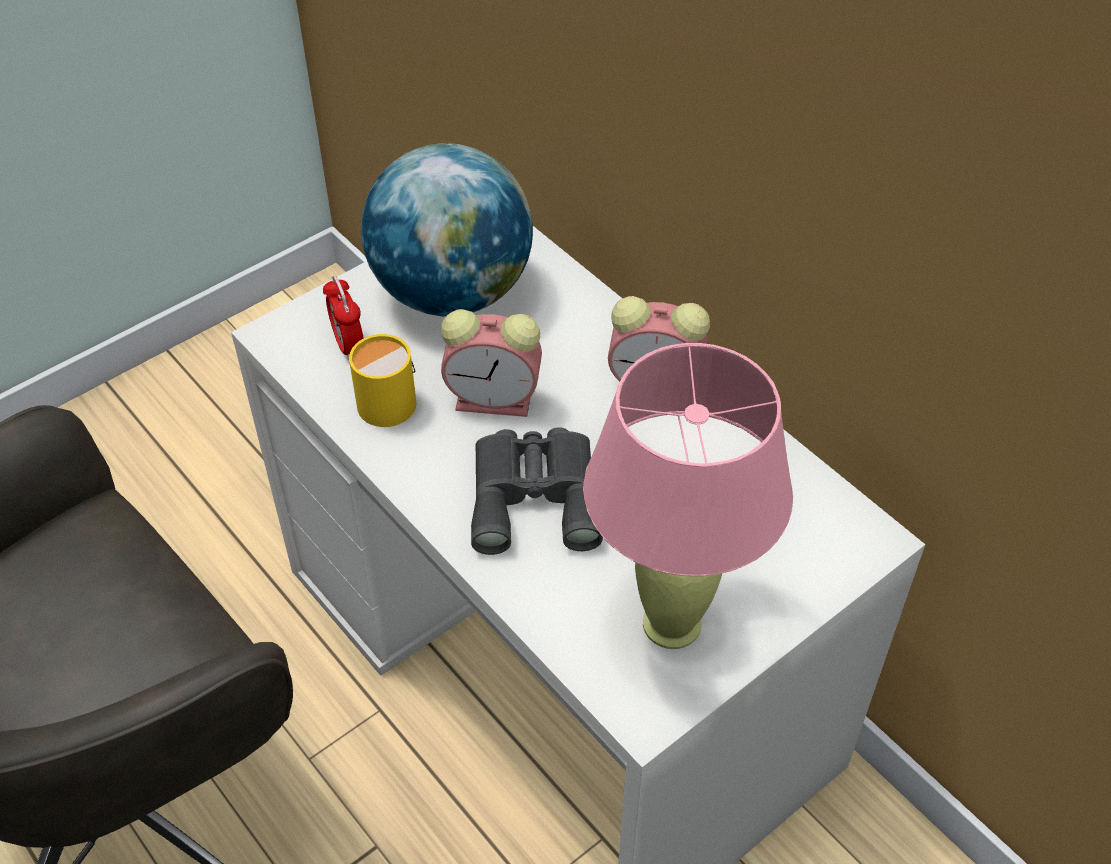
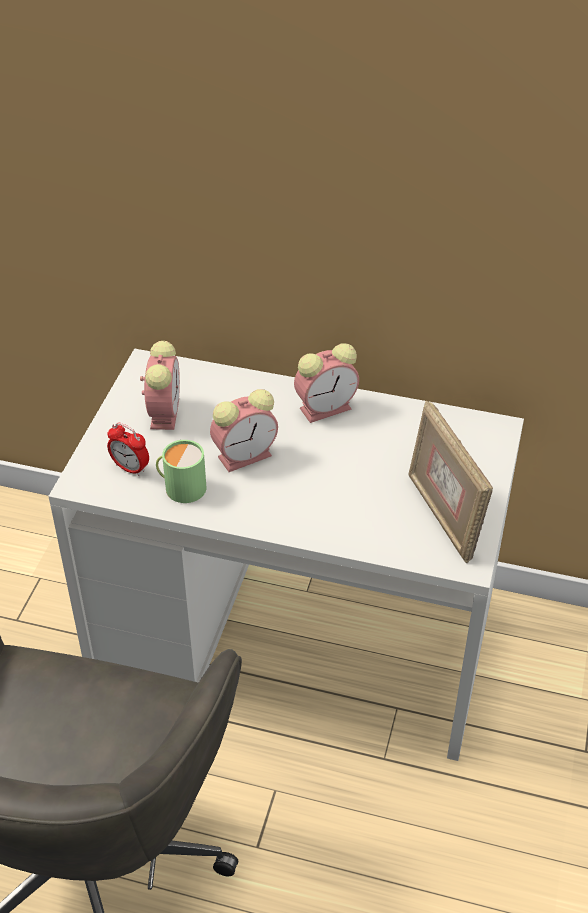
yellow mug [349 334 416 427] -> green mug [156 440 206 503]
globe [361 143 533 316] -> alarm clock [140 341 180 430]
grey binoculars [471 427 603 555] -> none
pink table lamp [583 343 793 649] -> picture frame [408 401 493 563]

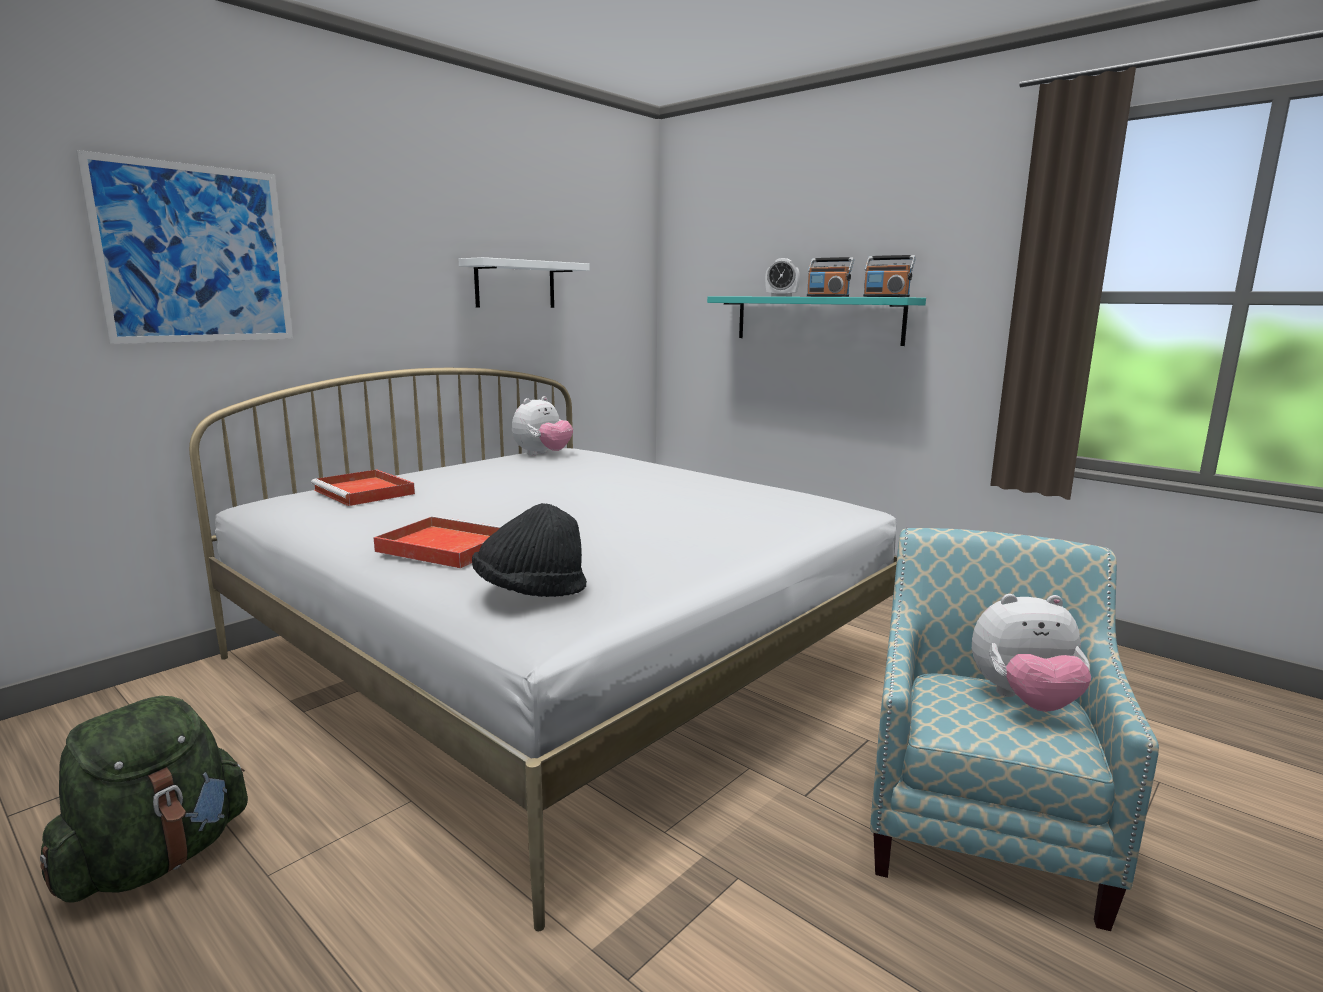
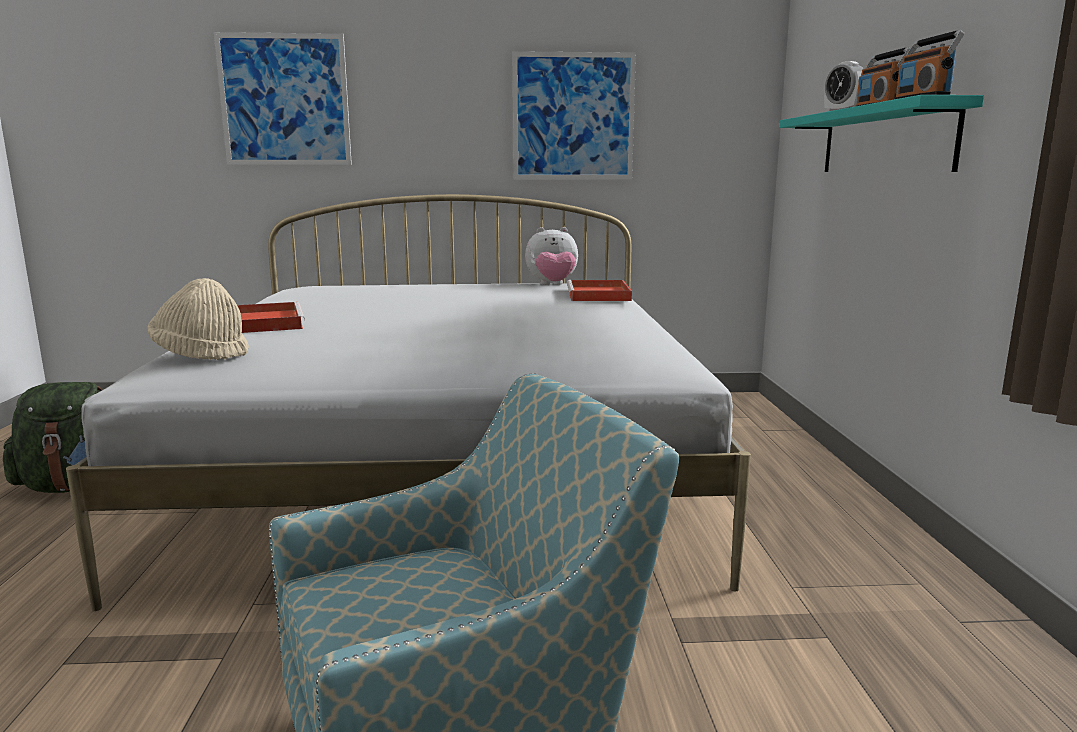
red tray [311 469 415 506] -> red tray [567 280 632 301], move
white shelf [458 257 589 308] -> picture [513 51 636 180]
black hat [472 503 587 597] -> beige hat [148 278 249 360]
plush toy [972 594 1091 712] -> none

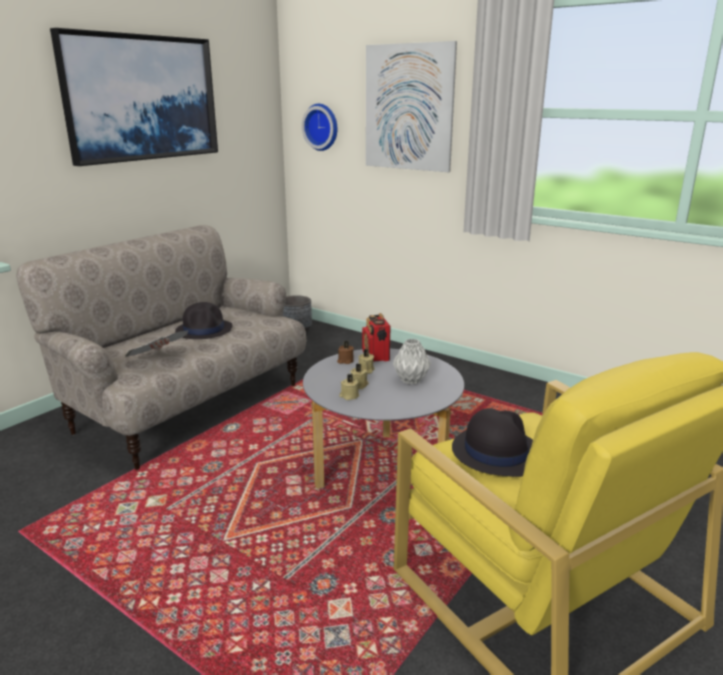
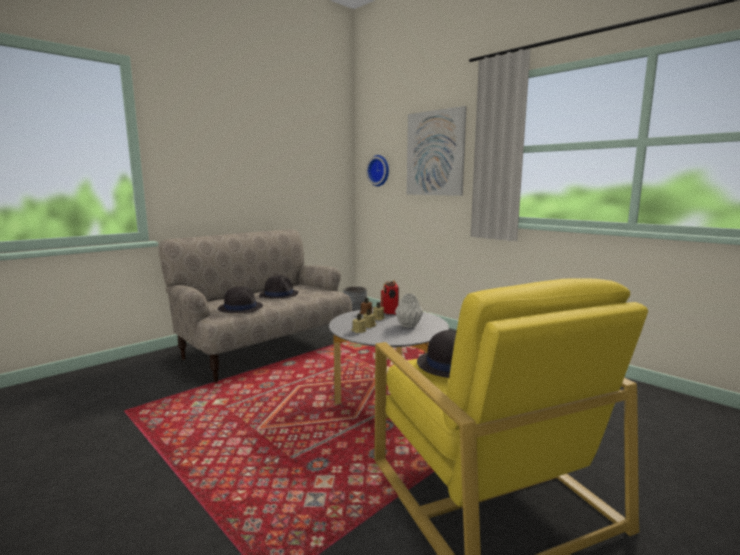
picture [50 28 218 166] -> none
newspaper [124 330 188 358] -> black hat [218 286 263 313]

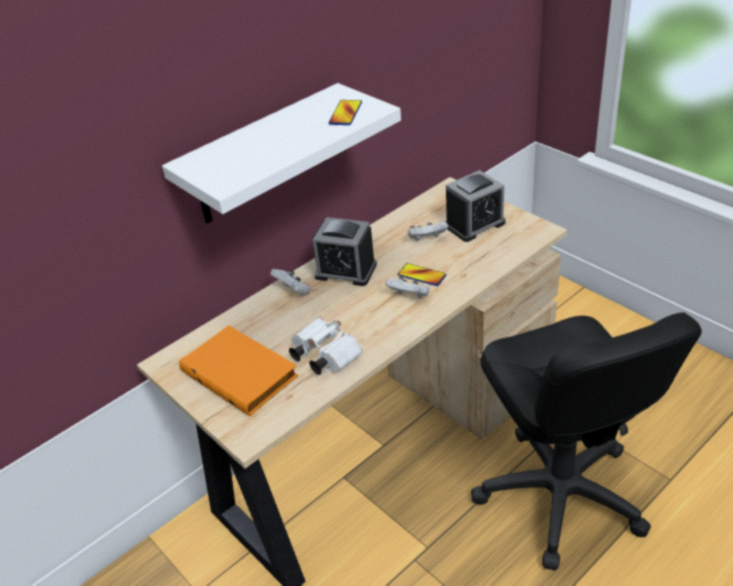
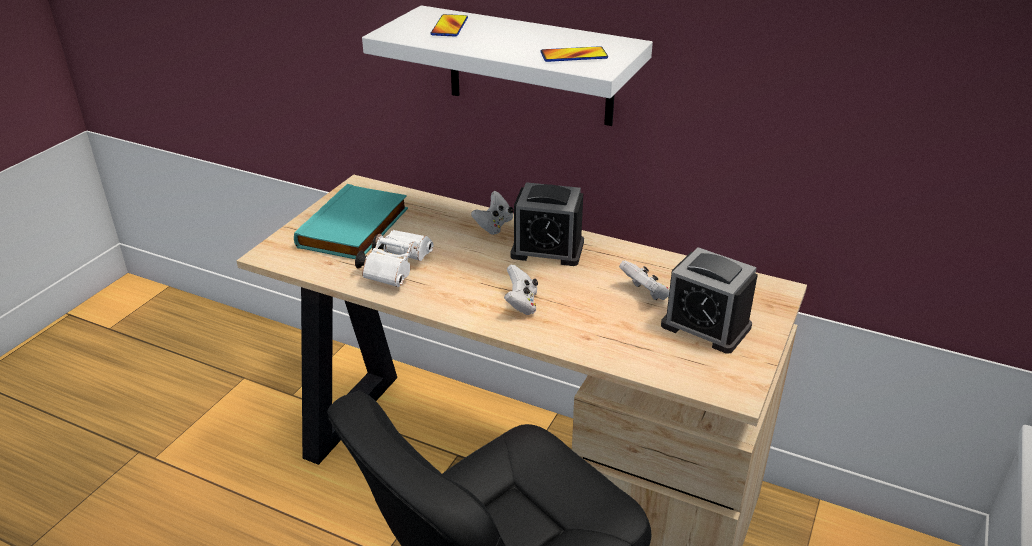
orange book [179 325 299 416] -> turquoise book [294 184 408 259]
alarm clock [312 217 377 286] -> alarm clock [510 182 584 266], 75 degrees counterclockwise
phone [398 263 446 286] -> phone [431 14 468 36], move

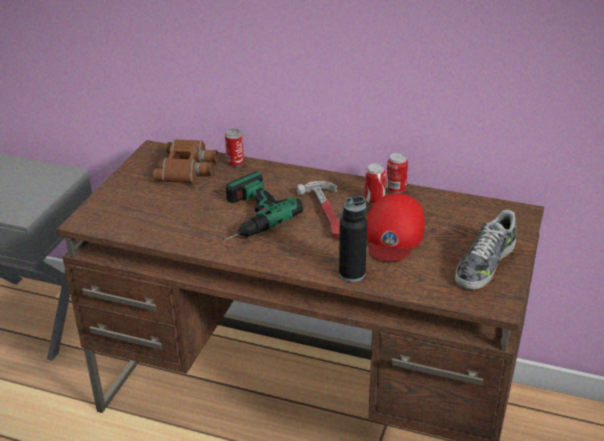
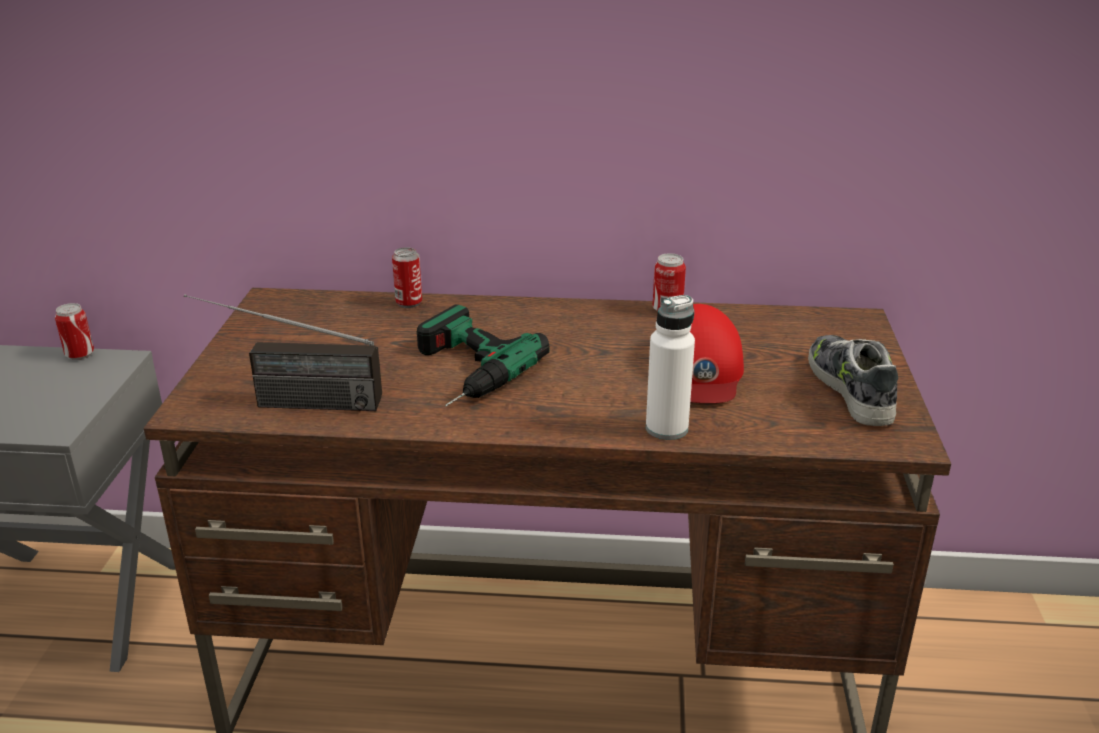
brown binoculars [153 139 218 183] -> none
hammer [297 181 340 239] -> none
black bottle [339 196 367 282] -> white bottle [646 295 695 440]
can [364 163 386 204] -> can [55 303 94 360], move
shoe [455 210 517 290] -> shoe [808 335 898 426], 150 degrees clockwise
none -> radio [184 294 382 411]

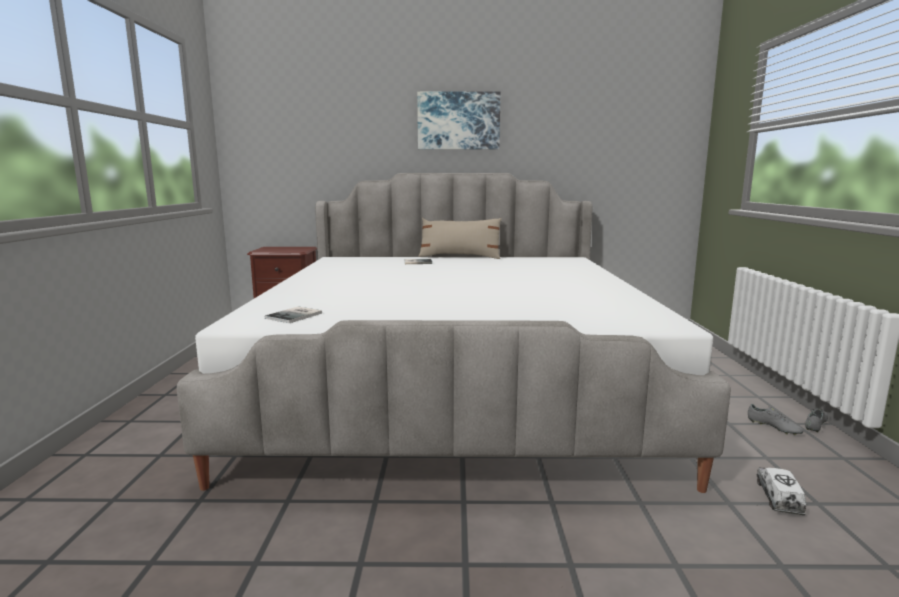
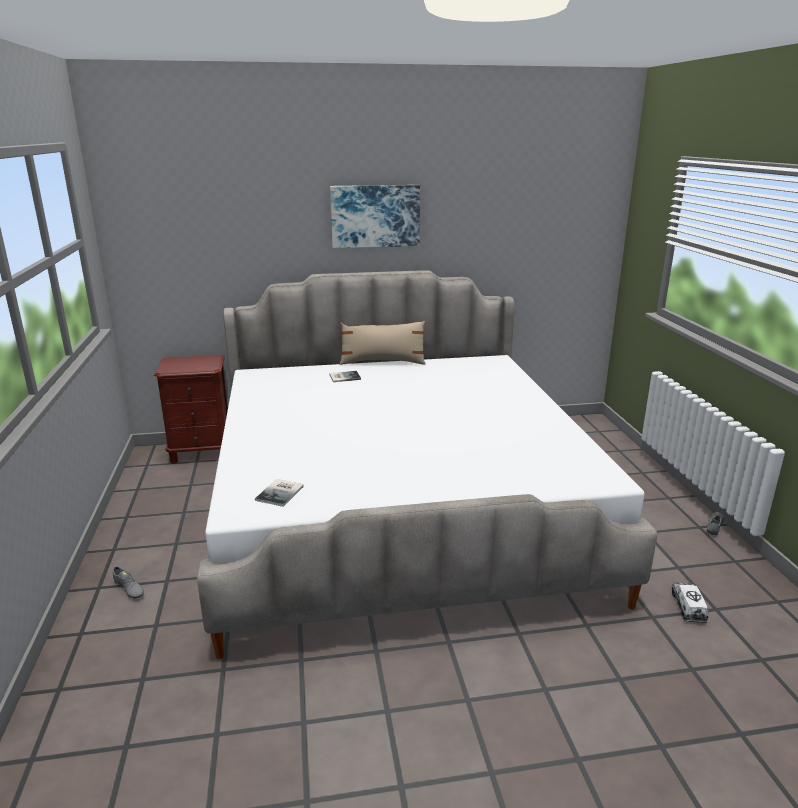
grey shoe [748 404 803 435] -> grey shoe [113 566 144 599], move

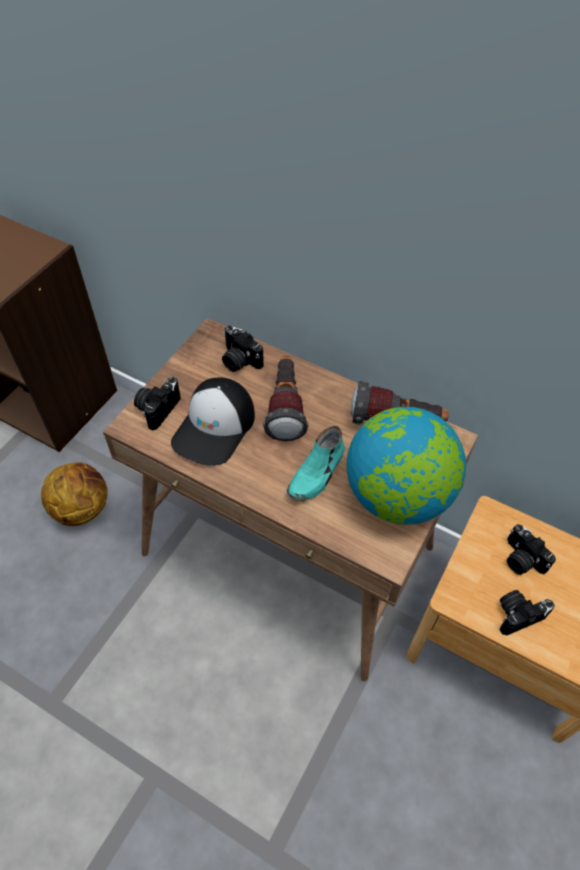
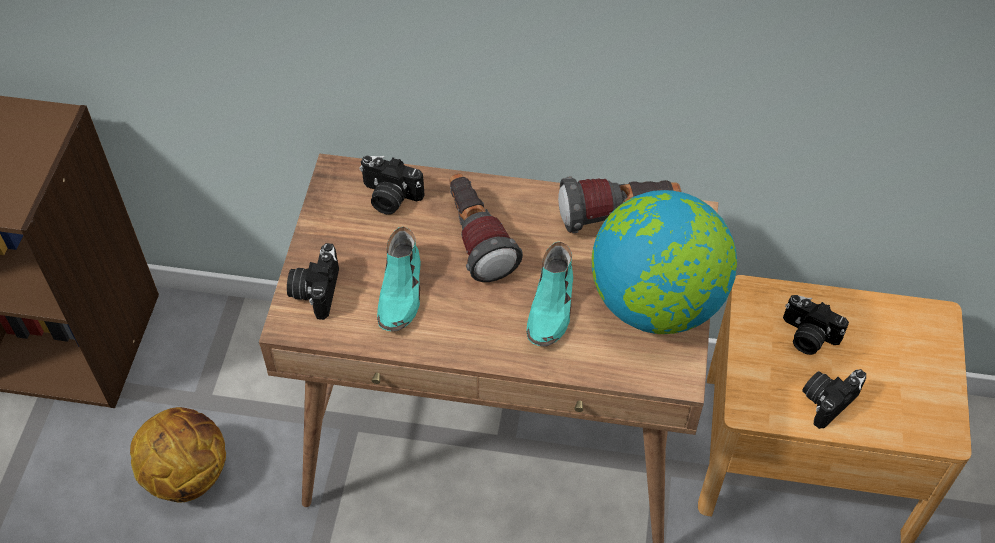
cap [171 378 255 466] -> turquoise shoe [377 227 421 332]

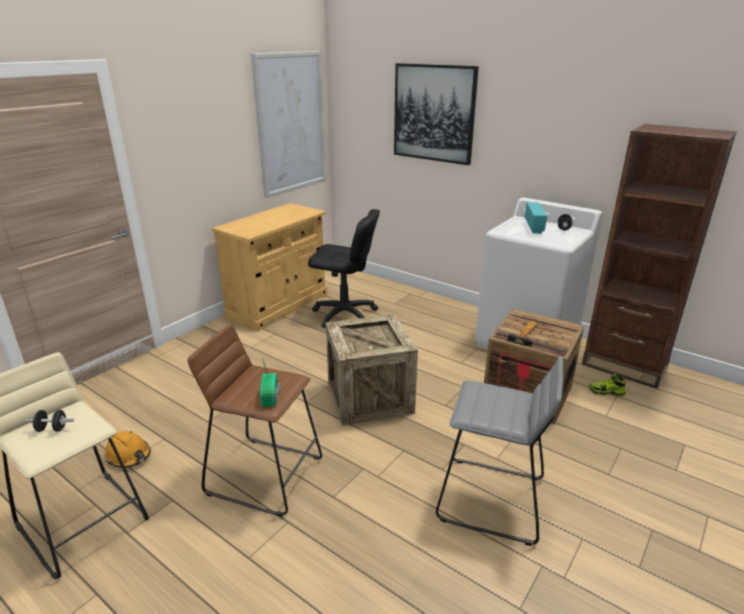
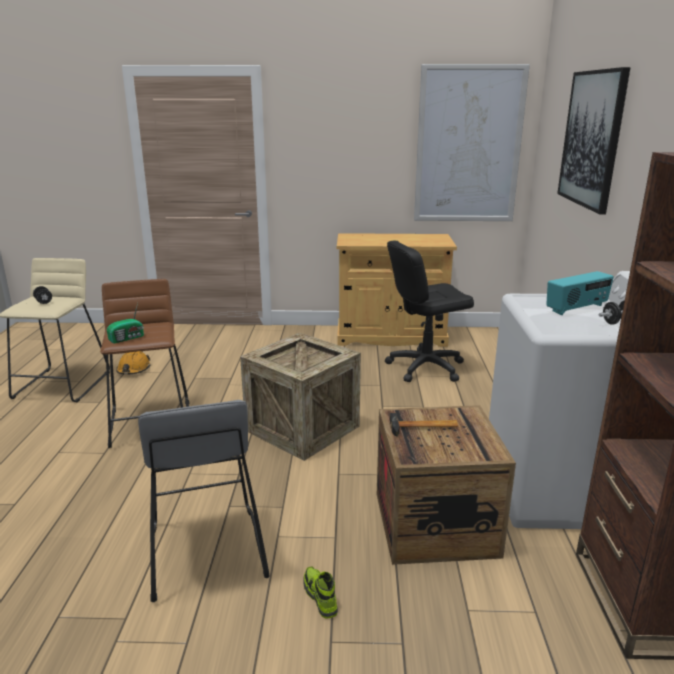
black office chair [308 209 380 328] -> black office chair [385 241 474 382], 90 degrees clockwise
shoe [589 373 626 397] -> shoe [303 566 338 618], move

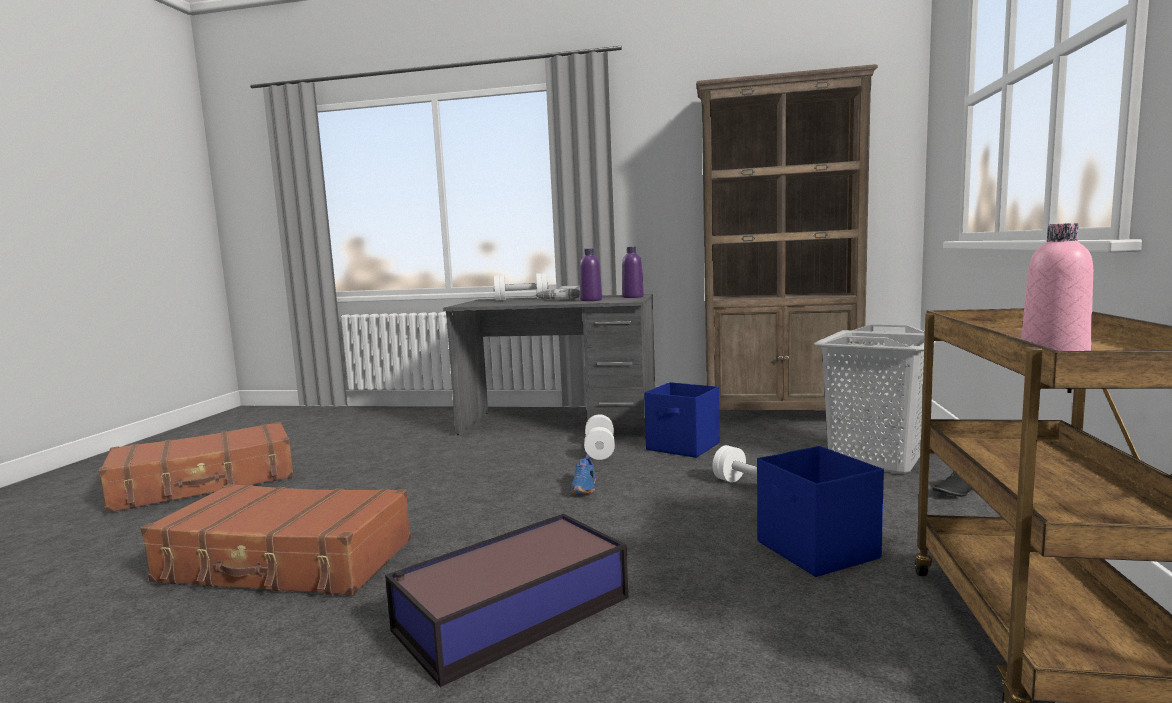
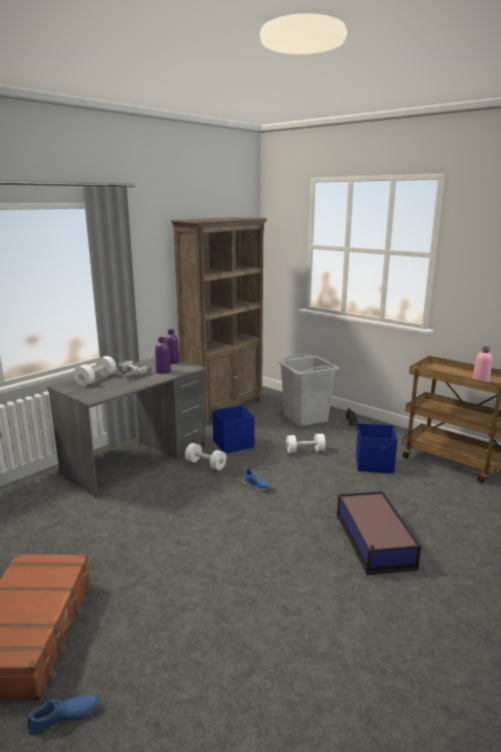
brown suitcase [141 484 411 596] -> none
none -> blue shoe [27 695 99 735]

